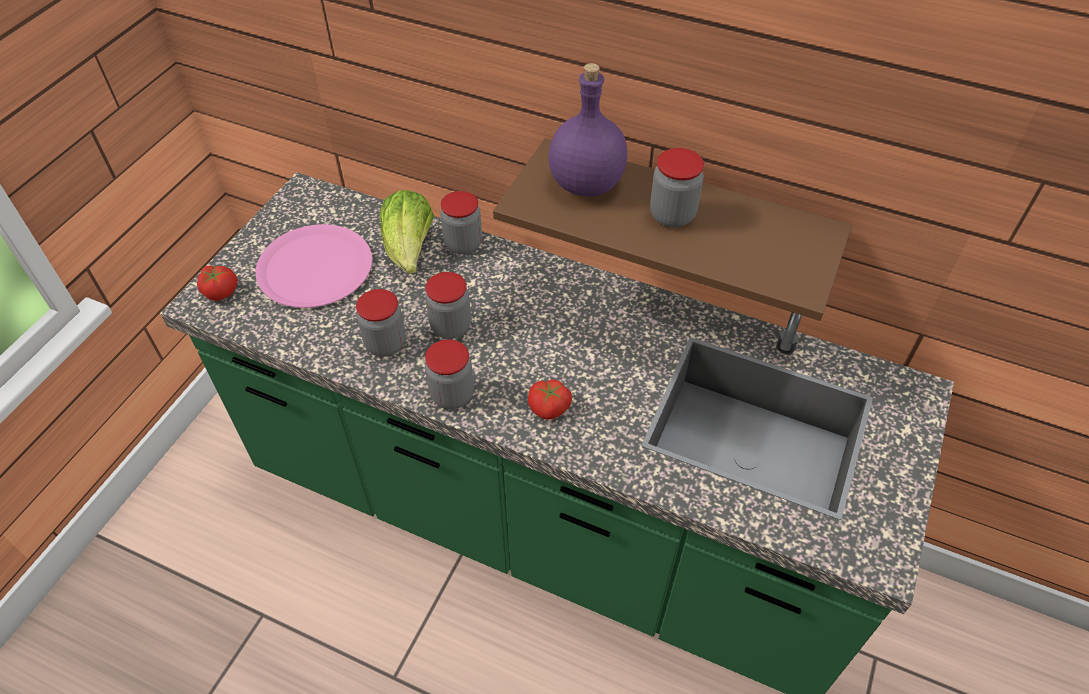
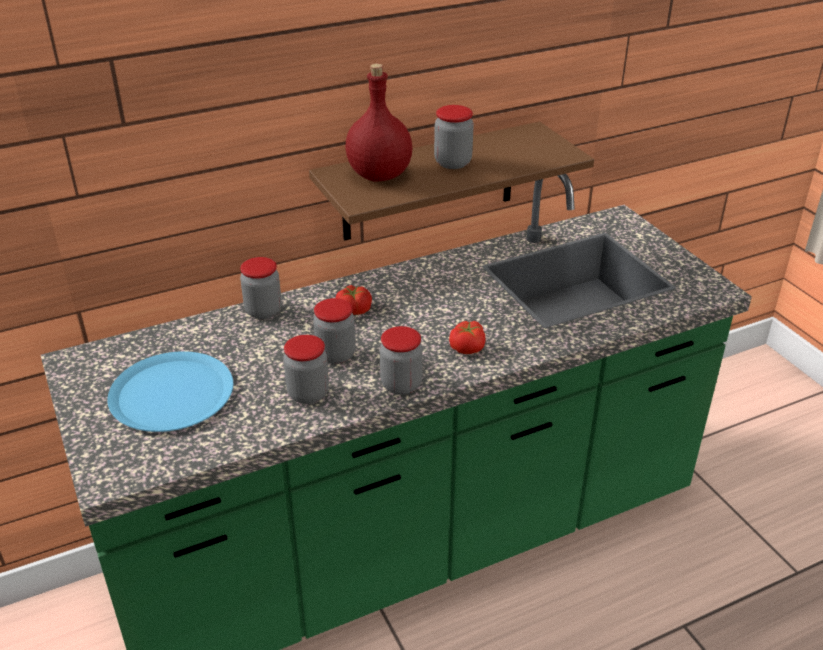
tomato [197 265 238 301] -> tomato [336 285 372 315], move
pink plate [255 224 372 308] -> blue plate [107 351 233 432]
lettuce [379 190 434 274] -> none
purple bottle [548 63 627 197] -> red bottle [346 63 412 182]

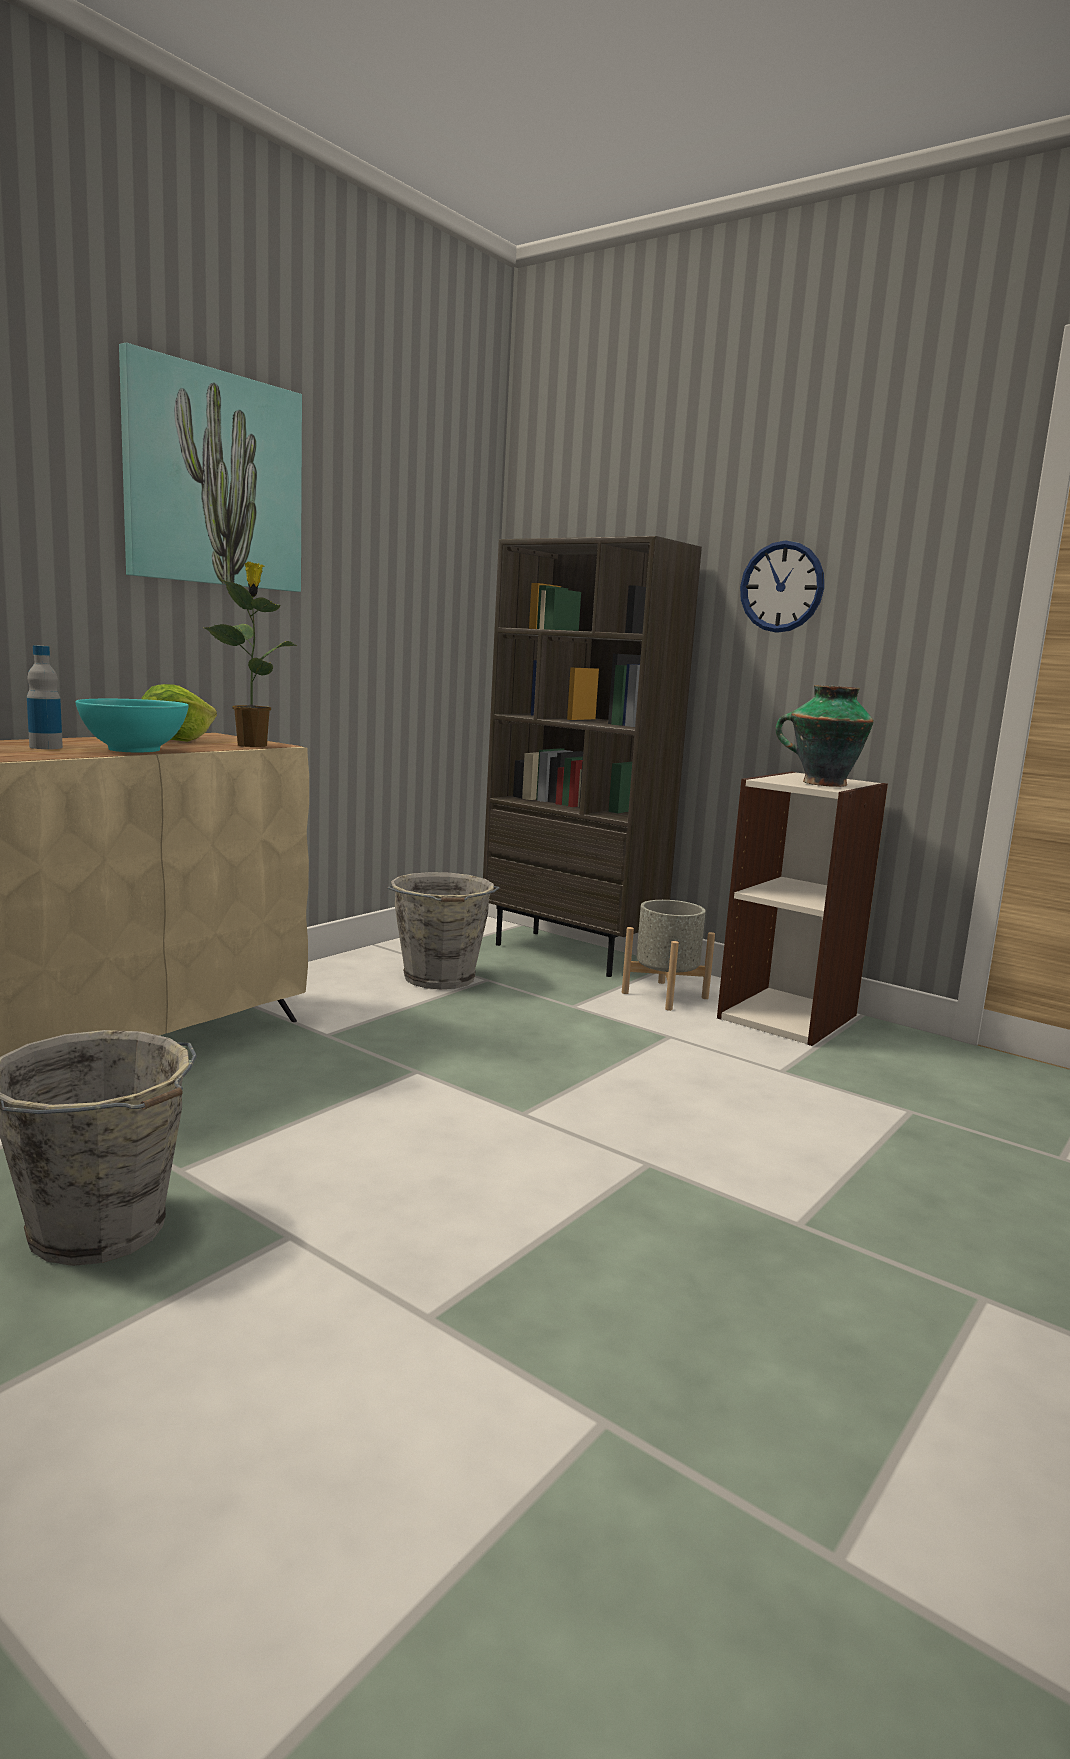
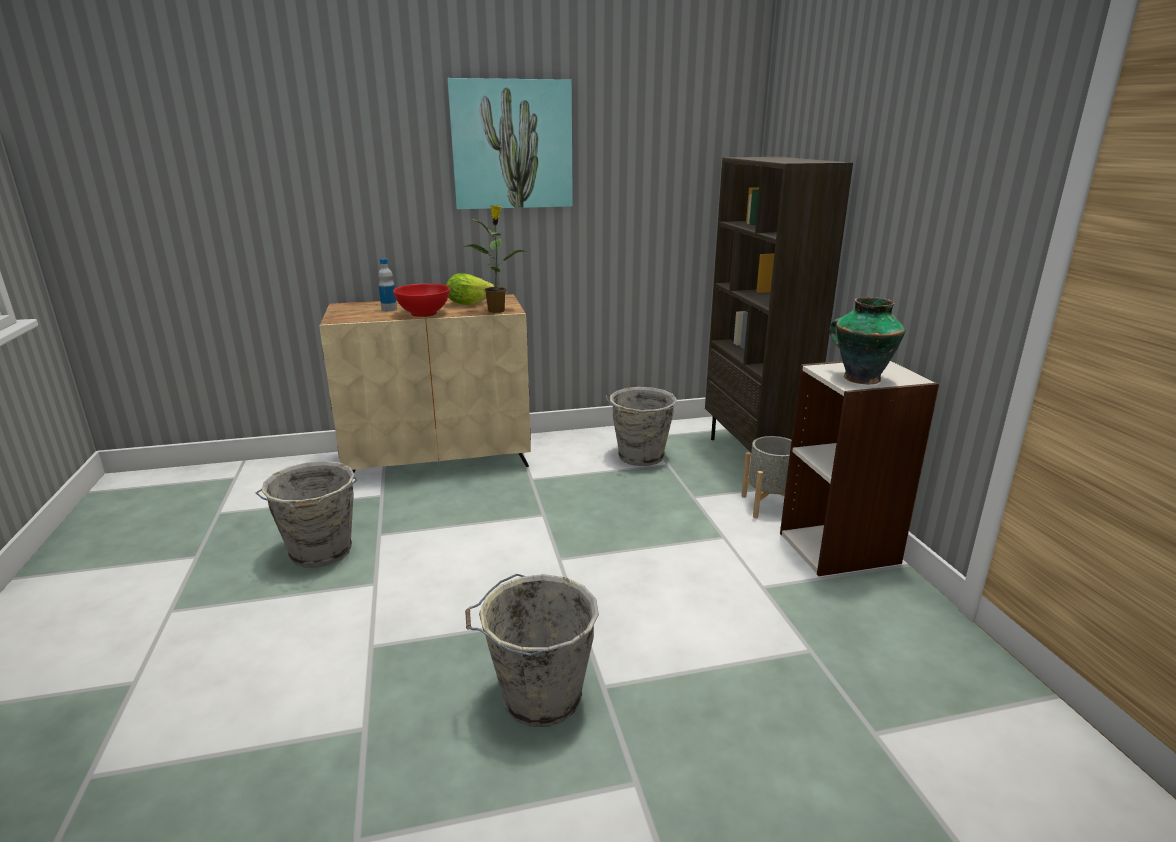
turquoise bowl [75 699 189 752] -> red bowl [393 283 450 317]
wall clock [740 540 824 633] -> none
none -> grey bucket [465 574 599 727]

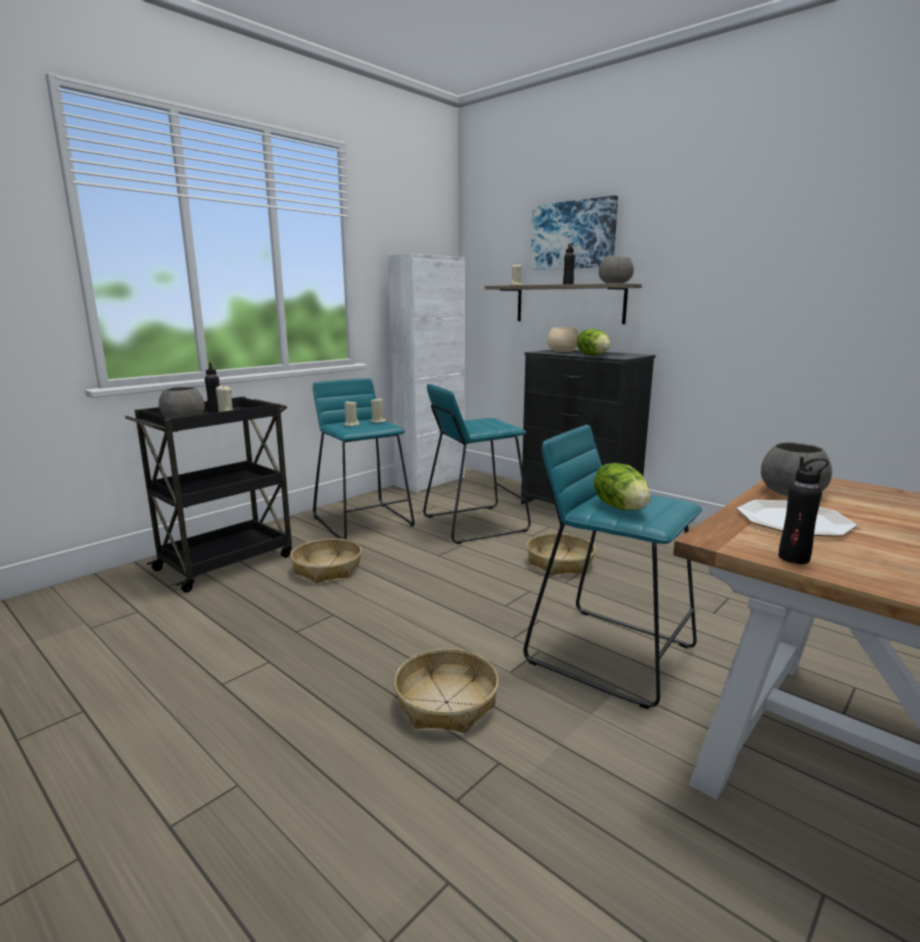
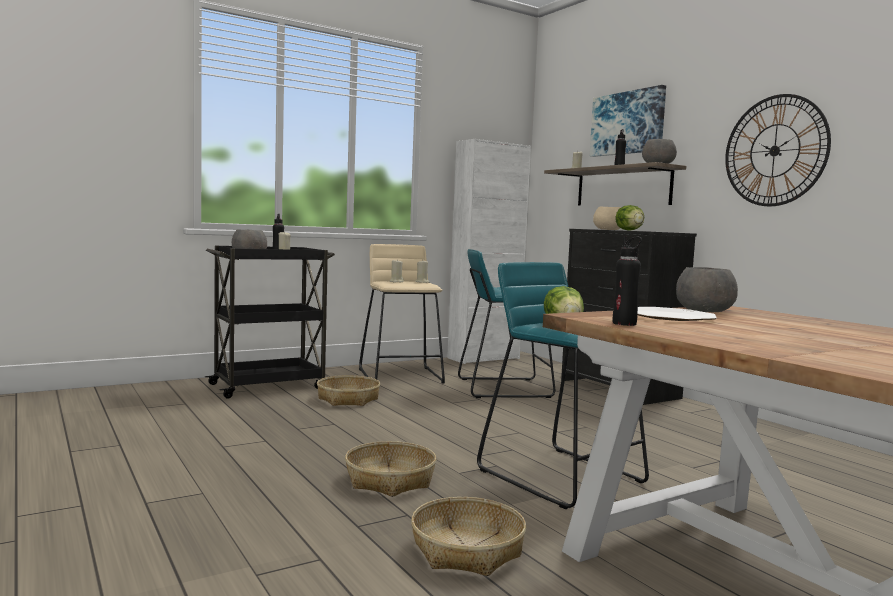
turquoise stool [313 378 415 539] -> beige stool [359 244 445 384]
basket [527 533 596 575] -> basket [411 497 526 576], move
none -> wall clock [725 94 831 207]

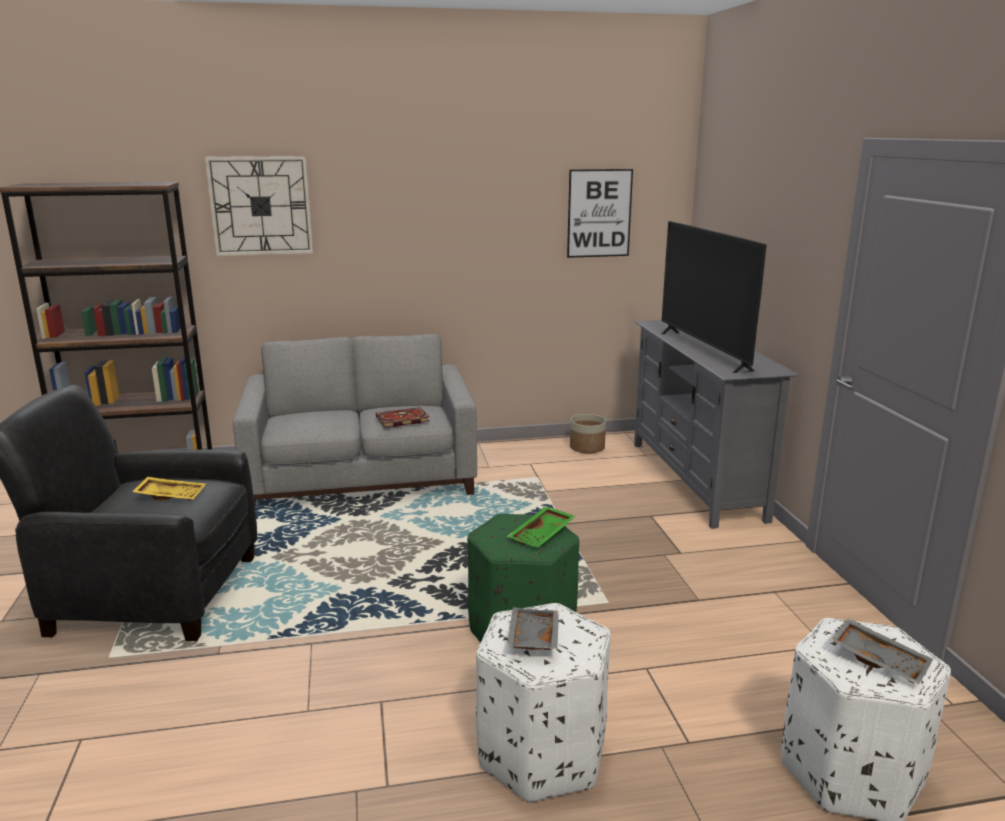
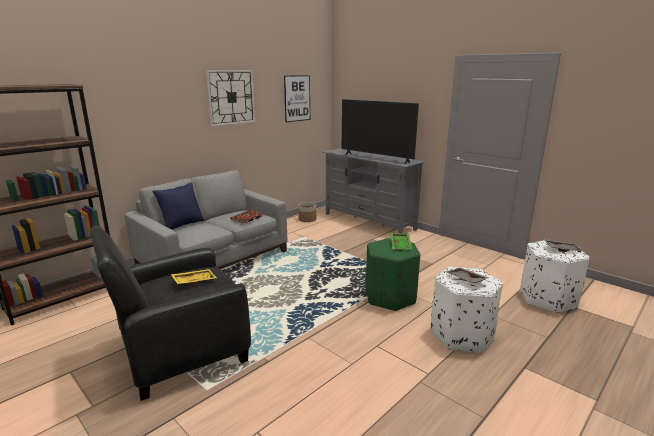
wall clock [205 156 313 256] -> wall clock [206 70 255 126], move
none -> blue pillow [152 182 204 230]

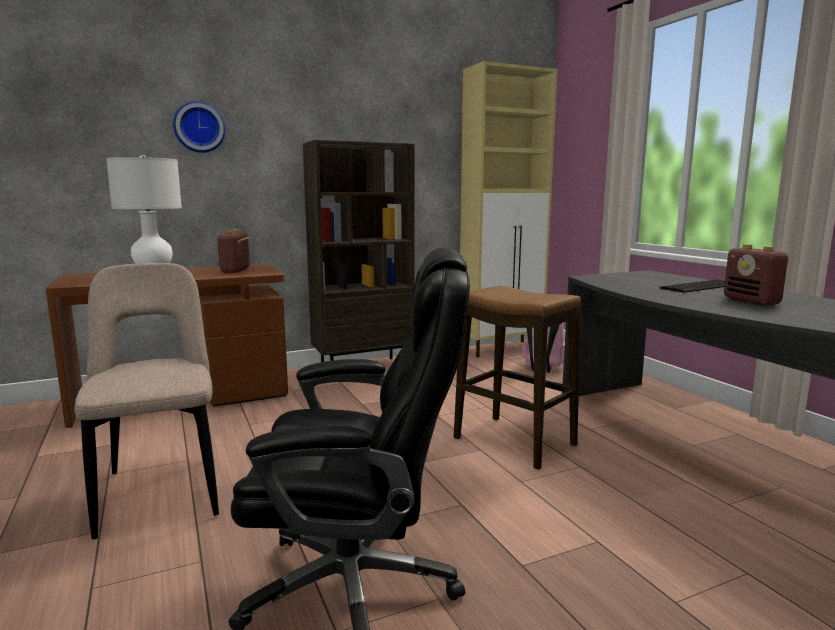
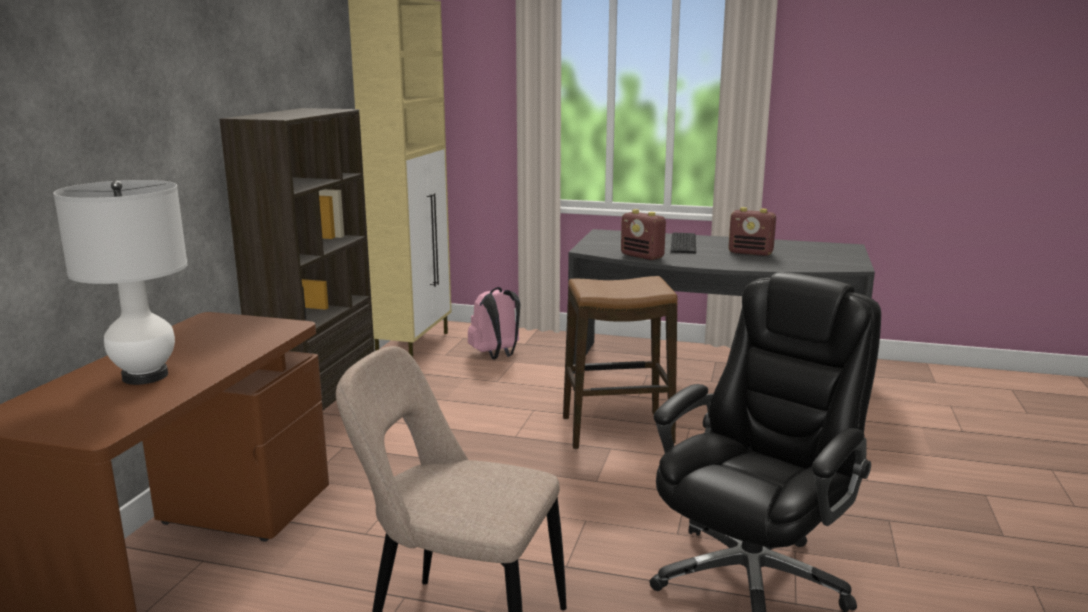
wall clock [173 101 226 153] -> none
radio [218 229 250 273] -> radio [621 209 666 260], move

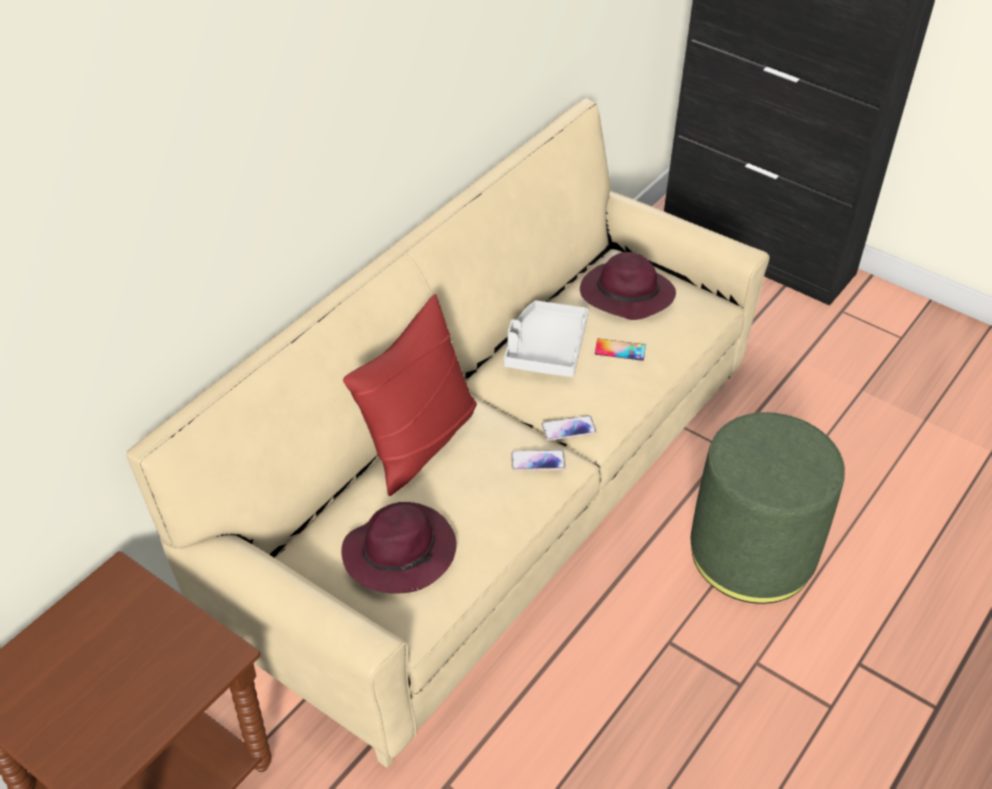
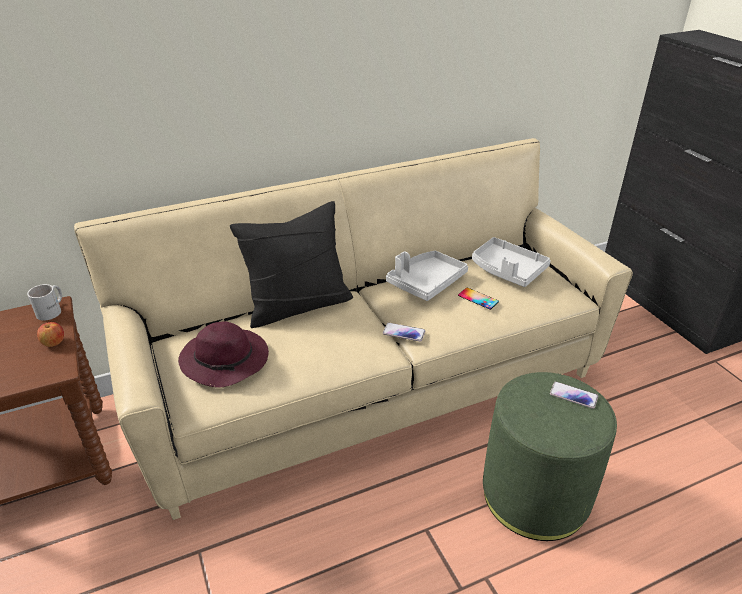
red pillow [343 294 477 496] -> black pillow [230 201 353 328]
phone [511 450 566 471] -> phone [550 382 598 409], move
purple hat [580 252 676 320] -> grey tray [472 237 551 287]
none -> white mug [27 284 62 321]
none -> apple [37 322 64 347]

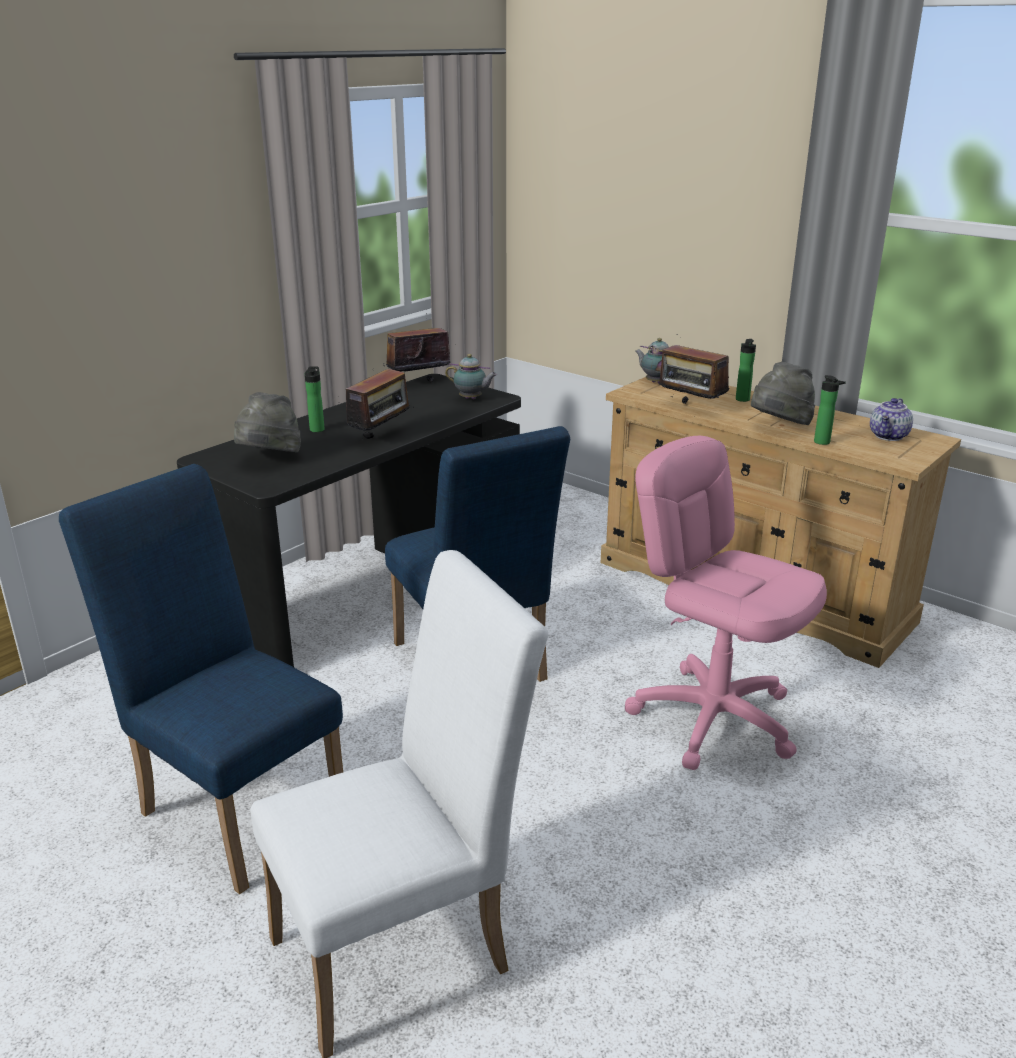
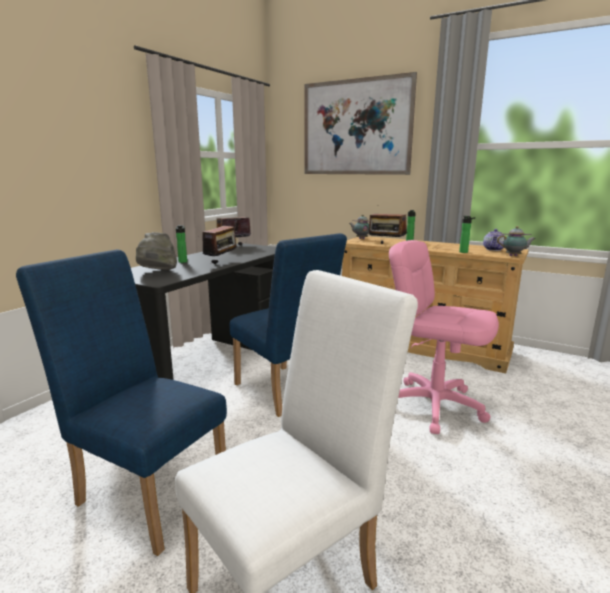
teapot [445 354 497 399] -> teapot [497 226 535 256], move
grey hat [751 362 815 425] -> none
none -> picture [305 72 417 175]

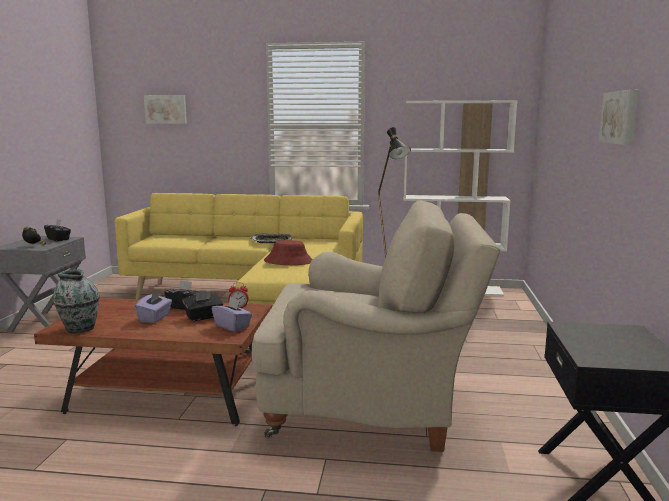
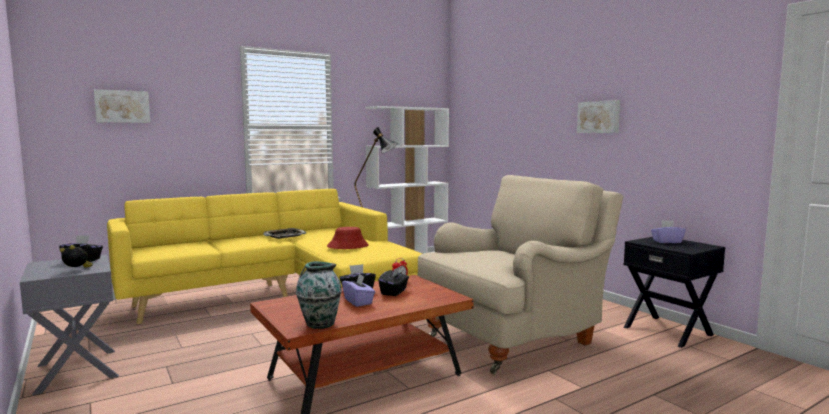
purple tissue box [212 296 252 332] -> purple tissue box [651 220 686 243], move

